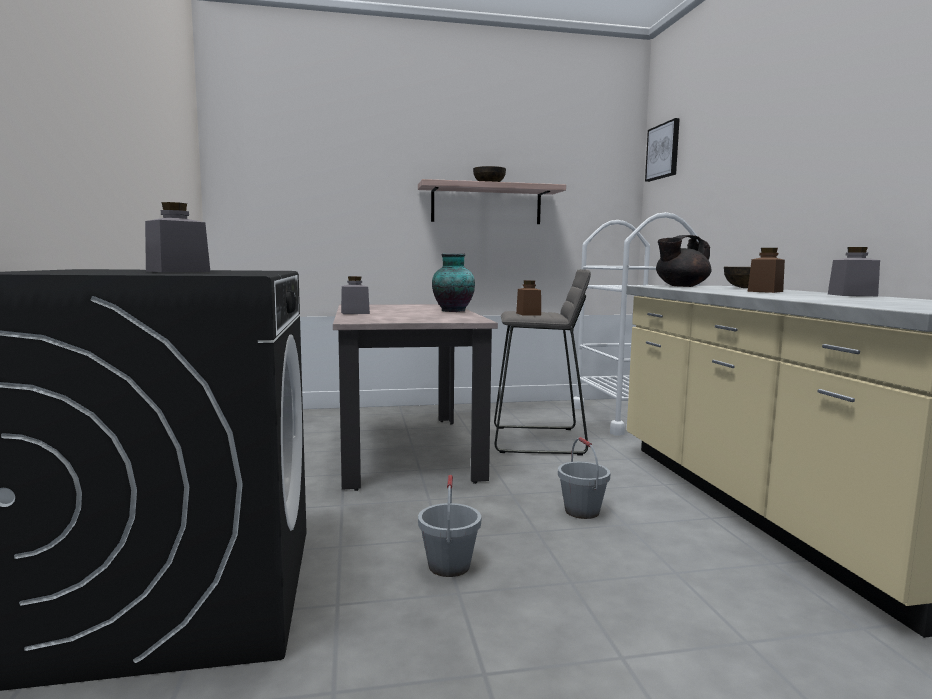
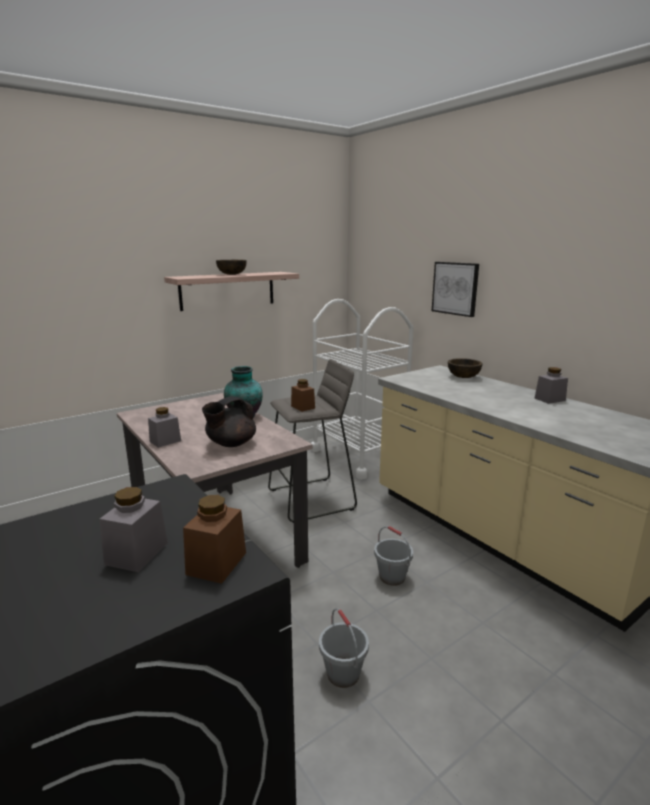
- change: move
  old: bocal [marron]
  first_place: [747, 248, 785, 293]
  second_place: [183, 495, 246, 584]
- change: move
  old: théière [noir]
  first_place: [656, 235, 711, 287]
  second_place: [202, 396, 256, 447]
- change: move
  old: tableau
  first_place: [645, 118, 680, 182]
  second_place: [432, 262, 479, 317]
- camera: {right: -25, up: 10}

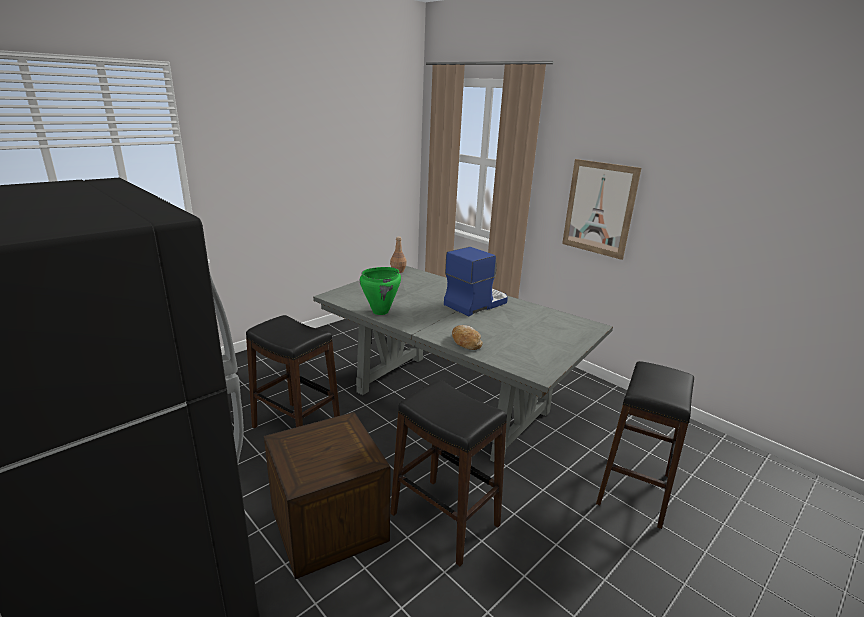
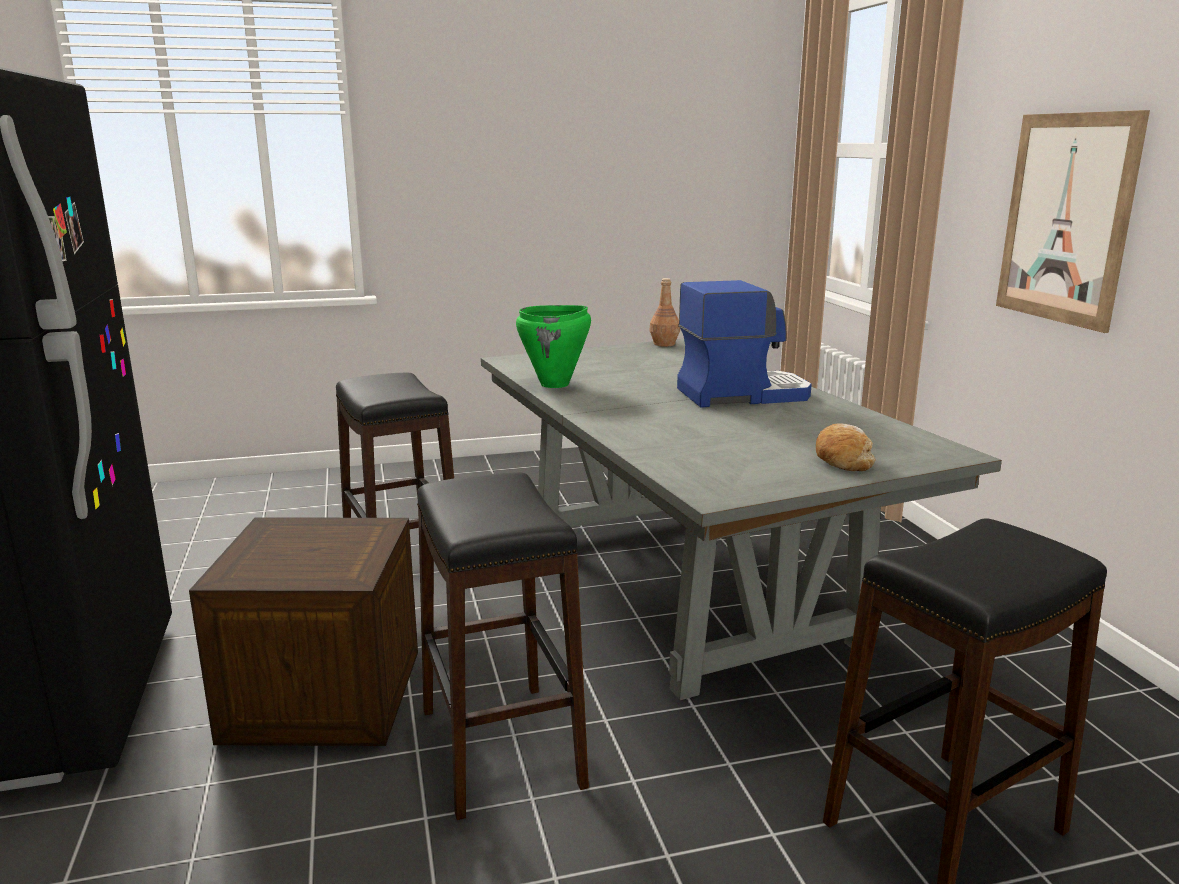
- change: move
  old: pain
  first_place: [452, 325, 483, 350]
  second_place: [816, 424, 876, 471]
- camera: {right: 30, up: -5}

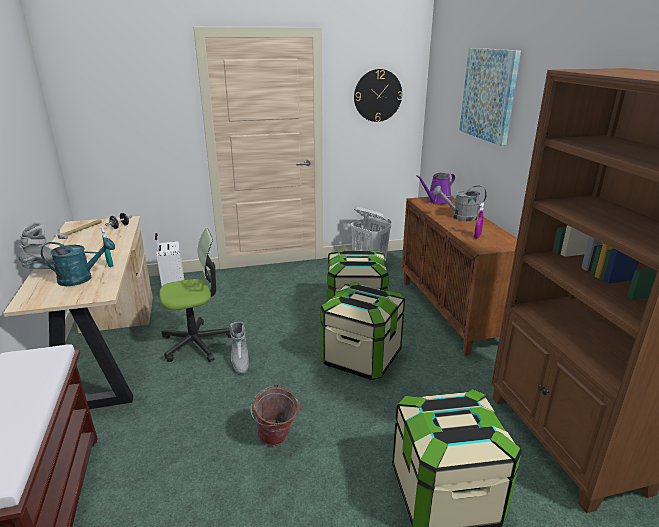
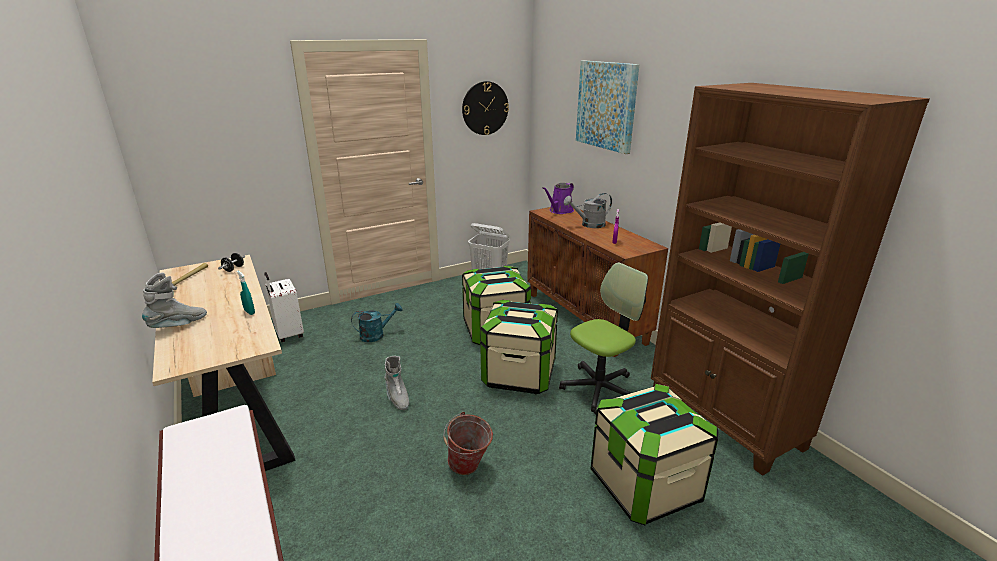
- change: move
  old: arrosoir [turquoise]
  first_place: [41, 238, 115, 286]
  second_place: [351, 303, 402, 342]
- change: move
  old: chaise de bureau
  first_place: [160, 228, 233, 362]
  second_place: [559, 262, 648, 414]
- camera: {right: -15, up: 0}

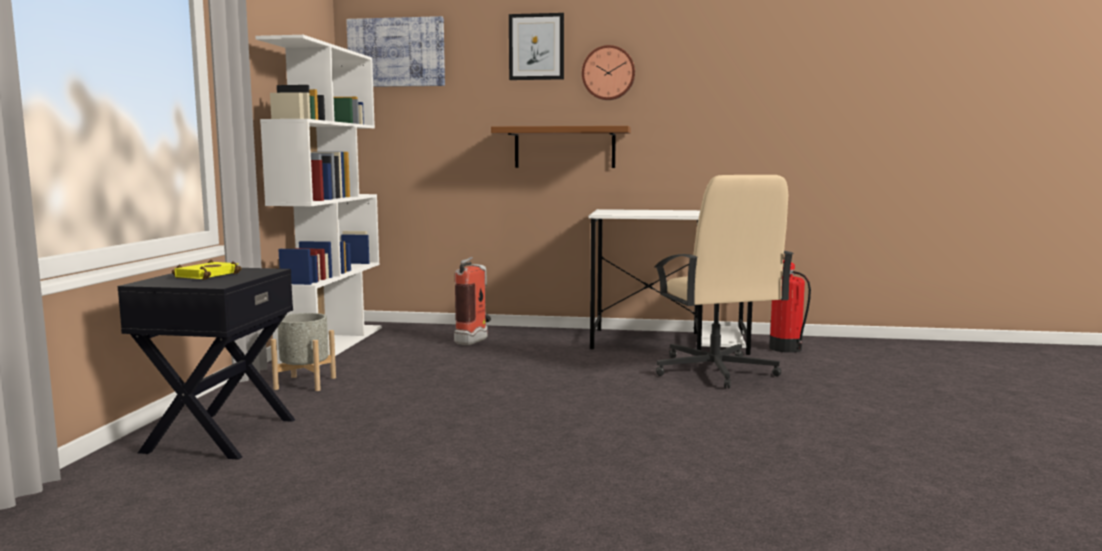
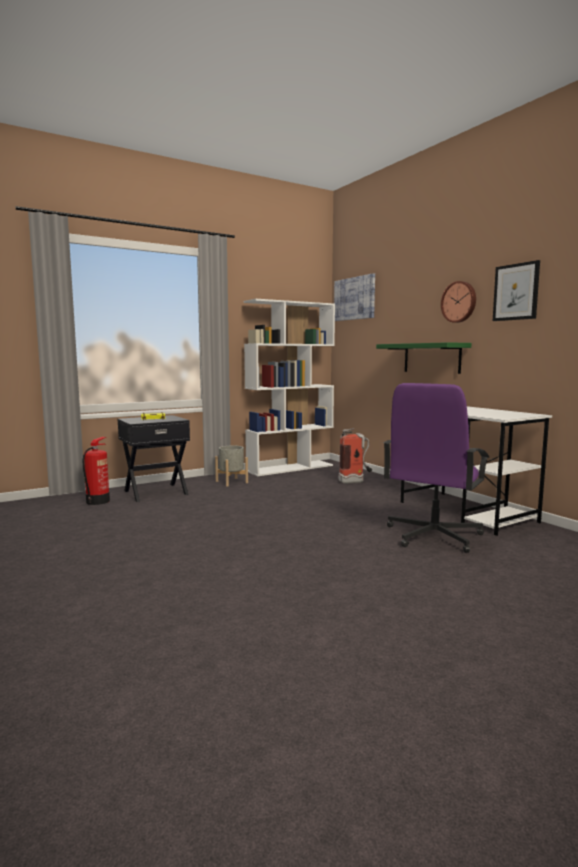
- change: move
  old: extincteur
  first_place: [769, 260, 811, 353]
  second_place: [82, 437, 110, 505]
- change: recolor
  old: étagère [marron]
  new: étagère [vert]
  first_place: [491, 126, 631, 168]
  second_place: [376, 342, 471, 374]
- change: recolor
  old: chaise de bureau [beige]
  new: chaise de bureau [violet]
  first_place: [654, 175, 794, 389]
  second_place: [383, 383, 489, 553]
- change: move
  old: tableau
  first_place: [509, 13, 564, 80]
  second_place: [493, 260, 540, 321]
- camera: {right: 50, up: 0}

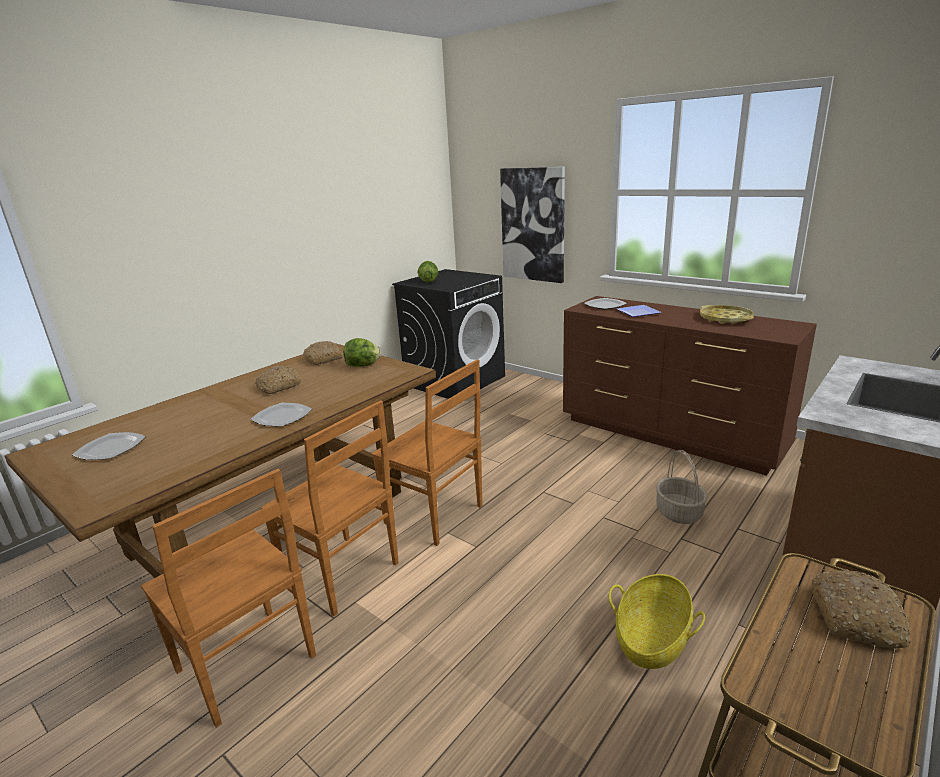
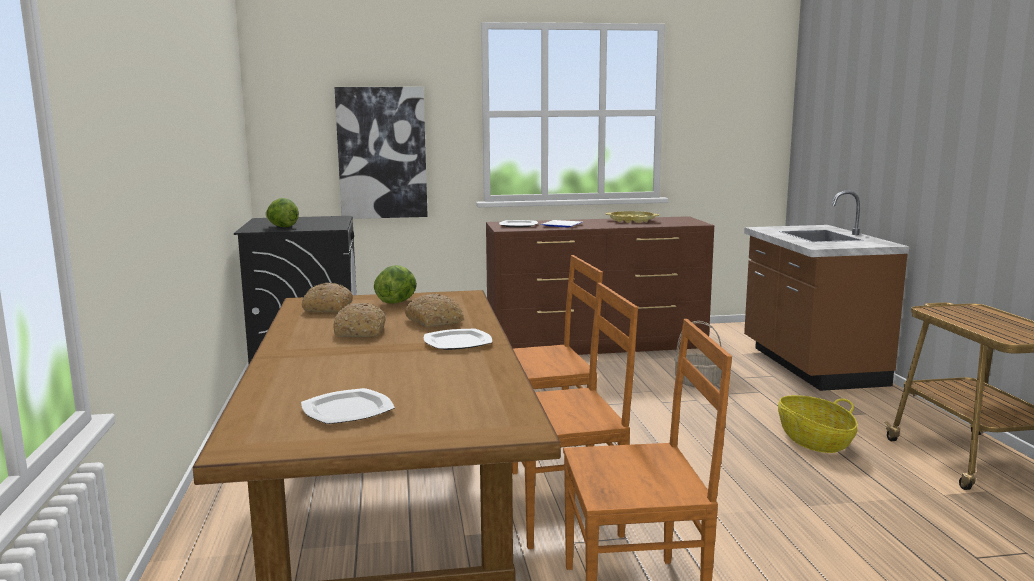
- change: move
  old: pain
  first_place: [811, 570, 911, 648]
  second_place: [405, 293, 464, 327]
- camera: {right: -50, up: -10}

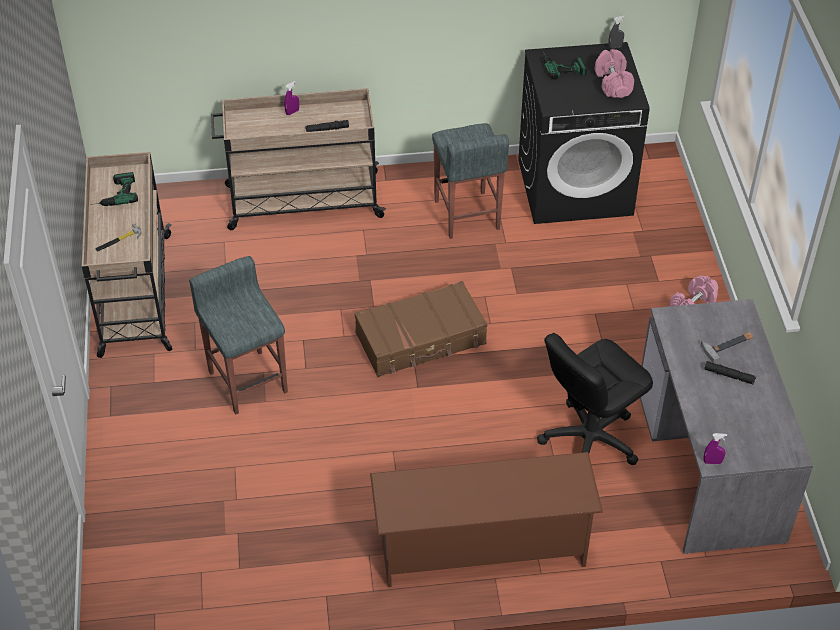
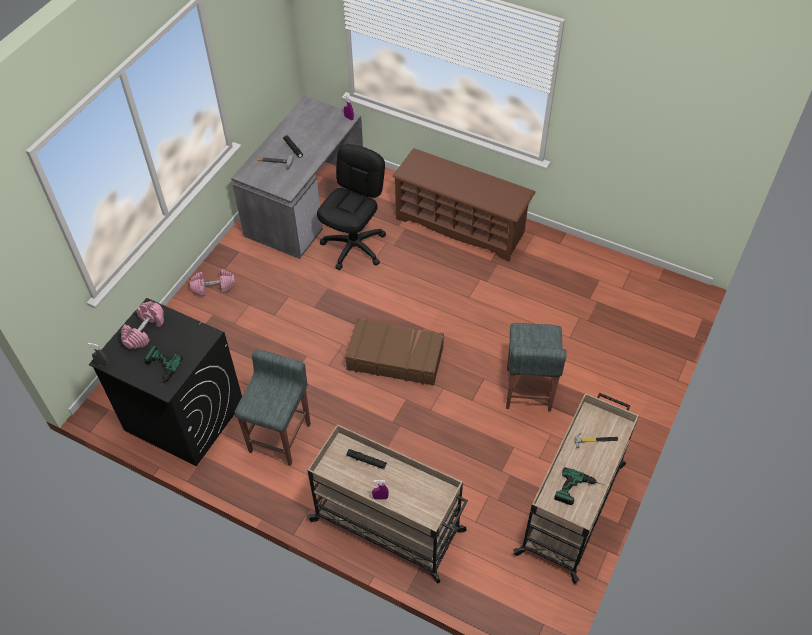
- change: rotate
  old: chaise de bureau [noir]
  first_place: [537, 333, 653, 465]
  second_place: [317, 144, 386, 270]
  degrees: -60
- camera: {right: -145, up: 5}

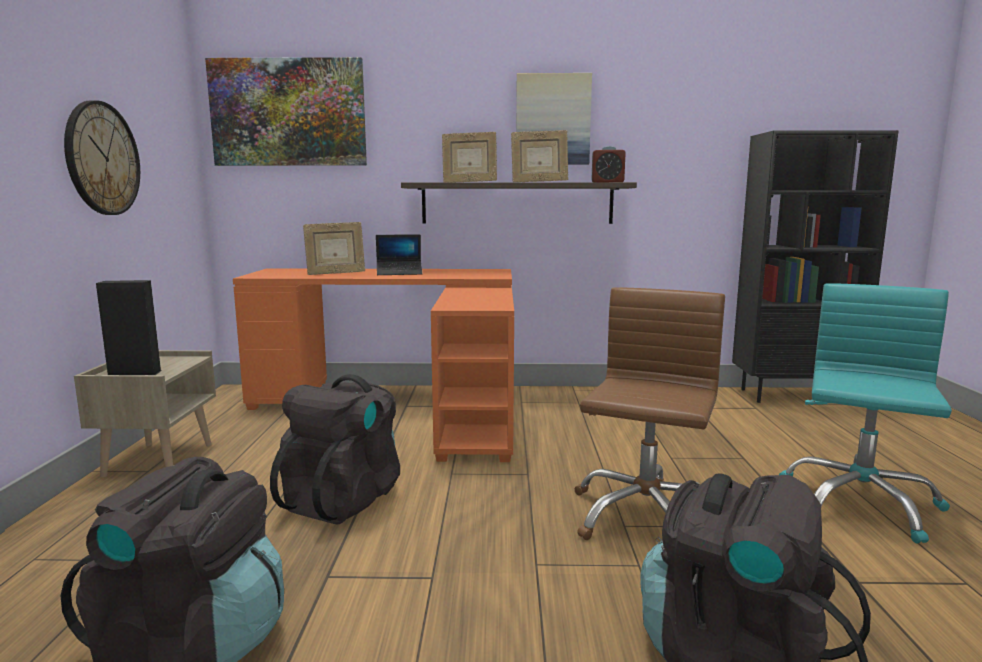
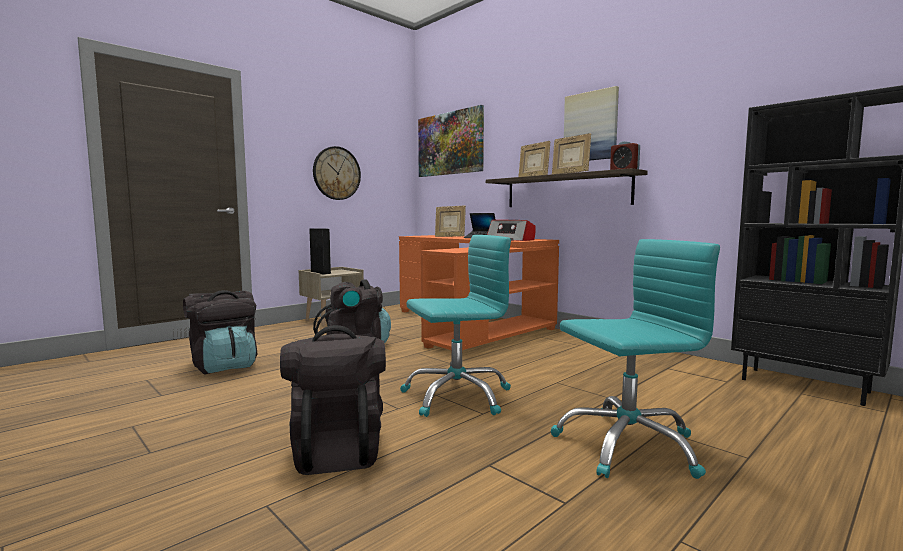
- change: recolor
  old: chaise de bureau [marron]
  new: chaise de bureau [turquoise]
  first_place: [575, 287, 725, 540]
  second_place: [400, 235, 511, 417]
- change: insert
  new: radio
  second_place: [487, 220, 536, 241]
- camera: {right: 45, up: -5}

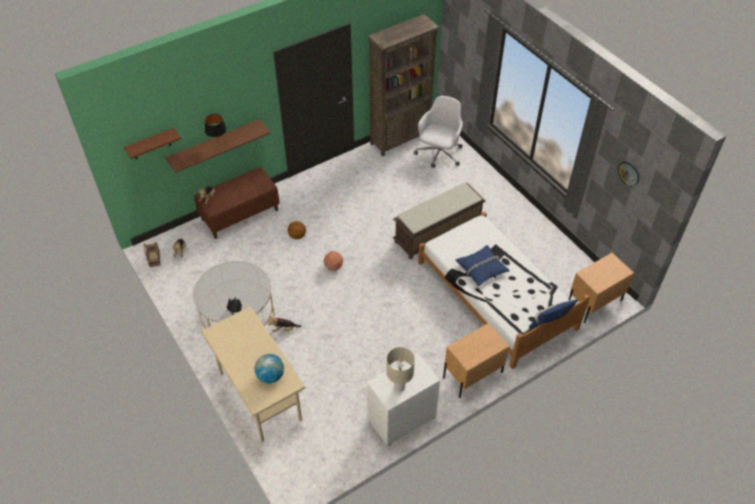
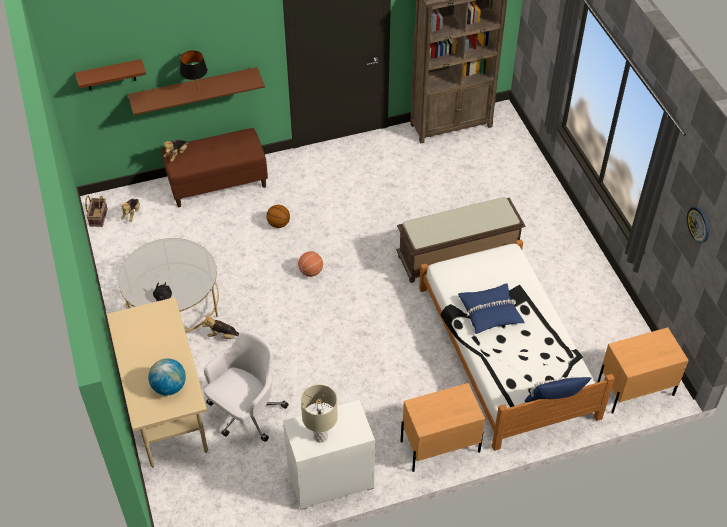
- change: move
  old: chaise de bureau [blanc]
  first_place: [414, 96, 463, 168]
  second_place: [204, 331, 289, 442]
- camera: {right: 15, up: 0}

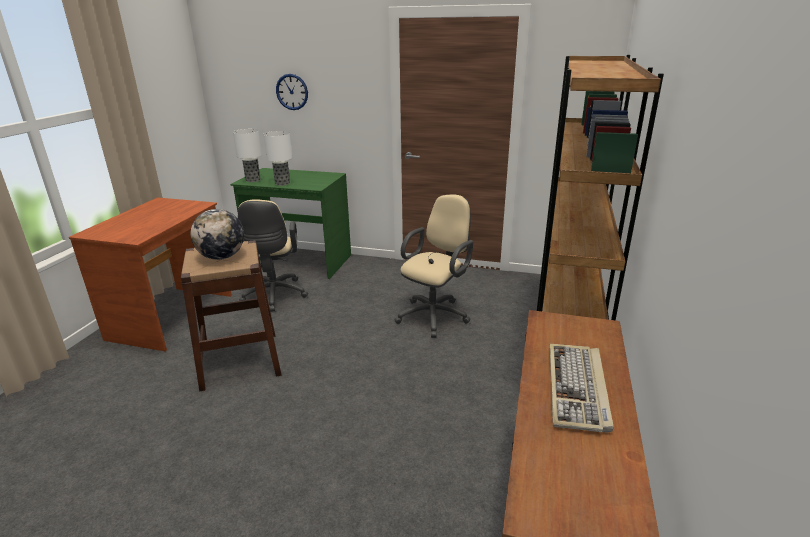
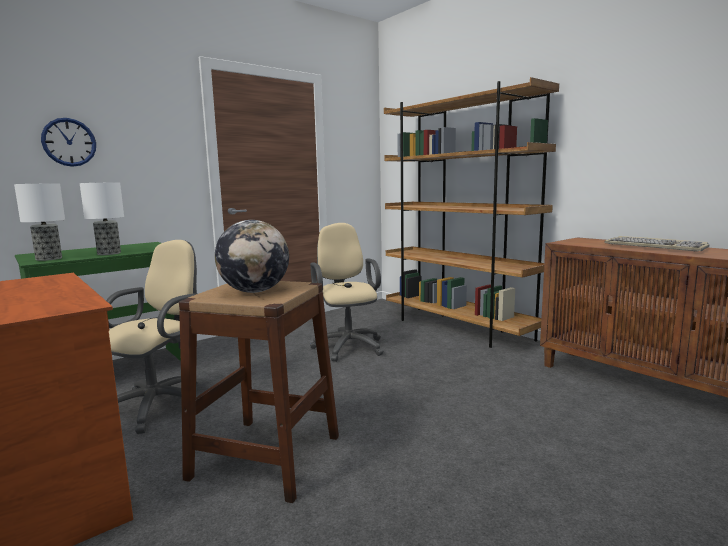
- change: rotate
  old: chaise de bureau [beige]
  first_place: [238, 199, 308, 312]
  second_place: [106, 240, 199, 434]
  degrees: -90
- camera: {right: -55, up: -15}

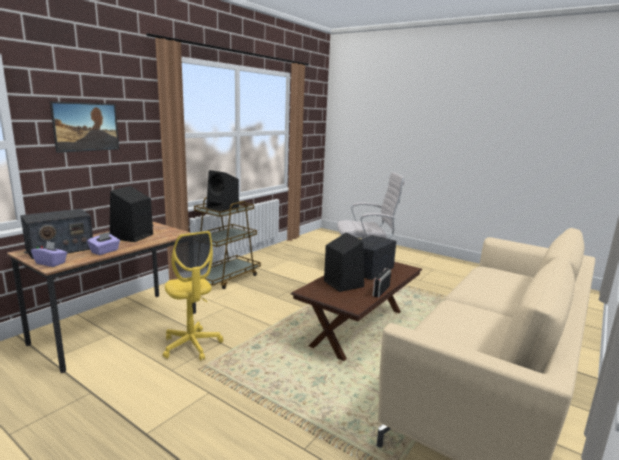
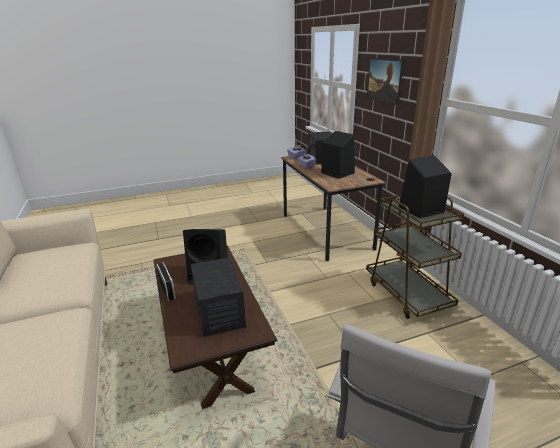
- change: delete
  old: chaise de bureau [jaune]
  first_place: [163, 231, 223, 361]
- camera: {right: 125, up: 10}

